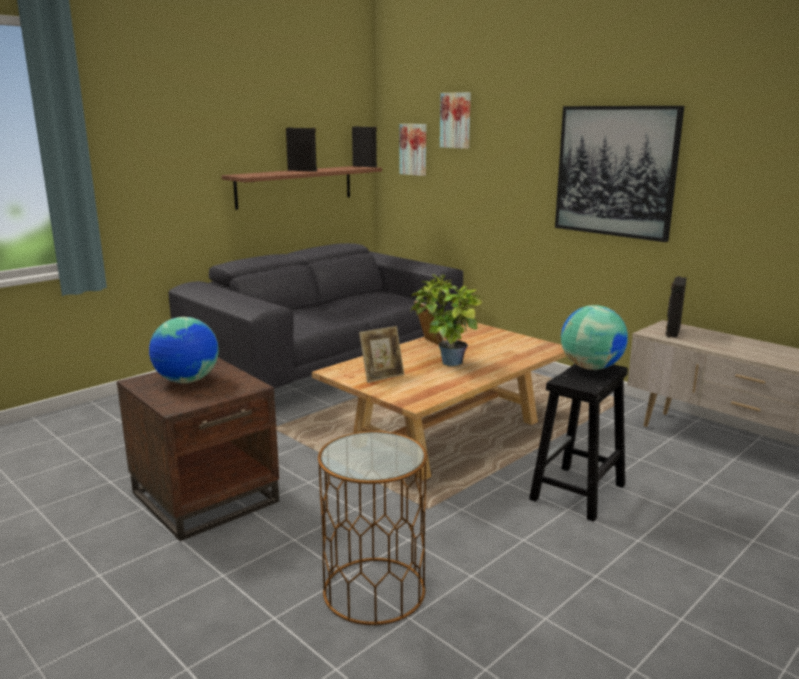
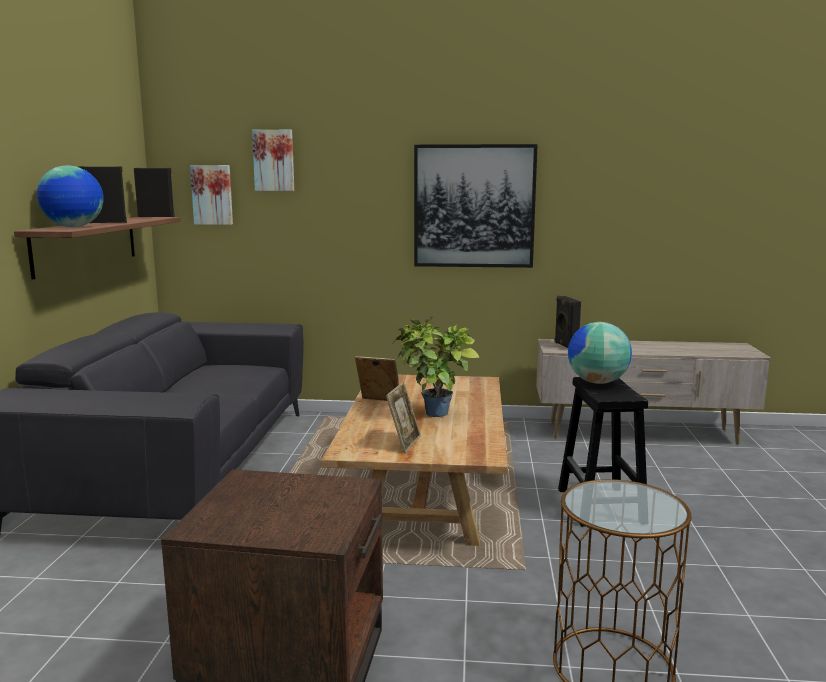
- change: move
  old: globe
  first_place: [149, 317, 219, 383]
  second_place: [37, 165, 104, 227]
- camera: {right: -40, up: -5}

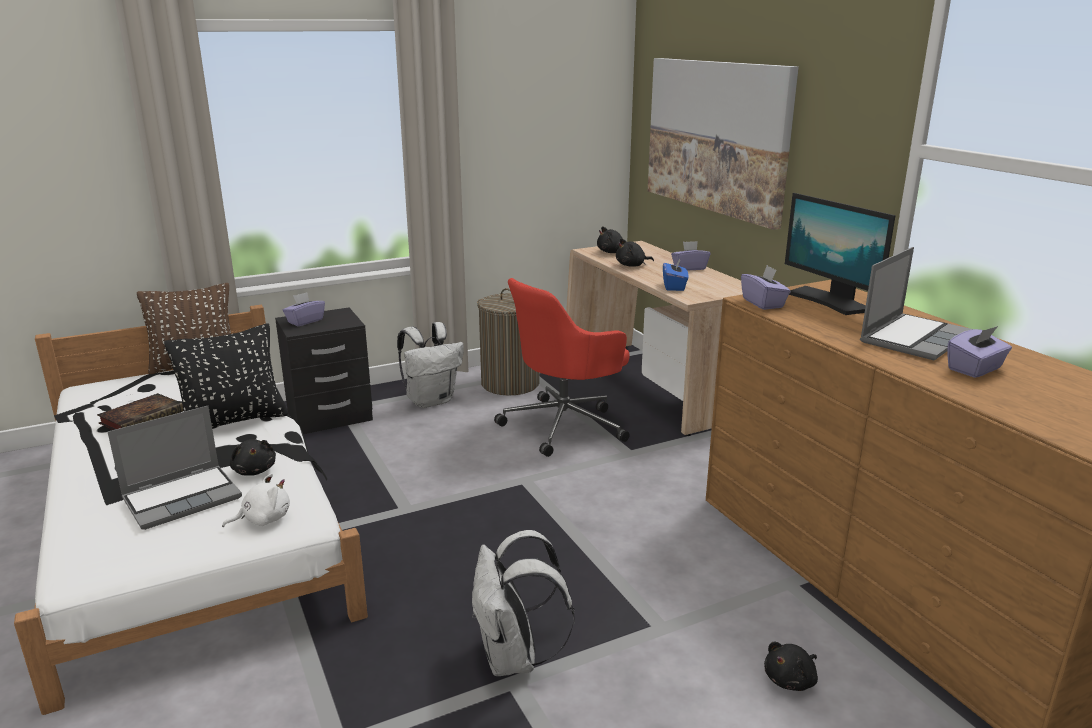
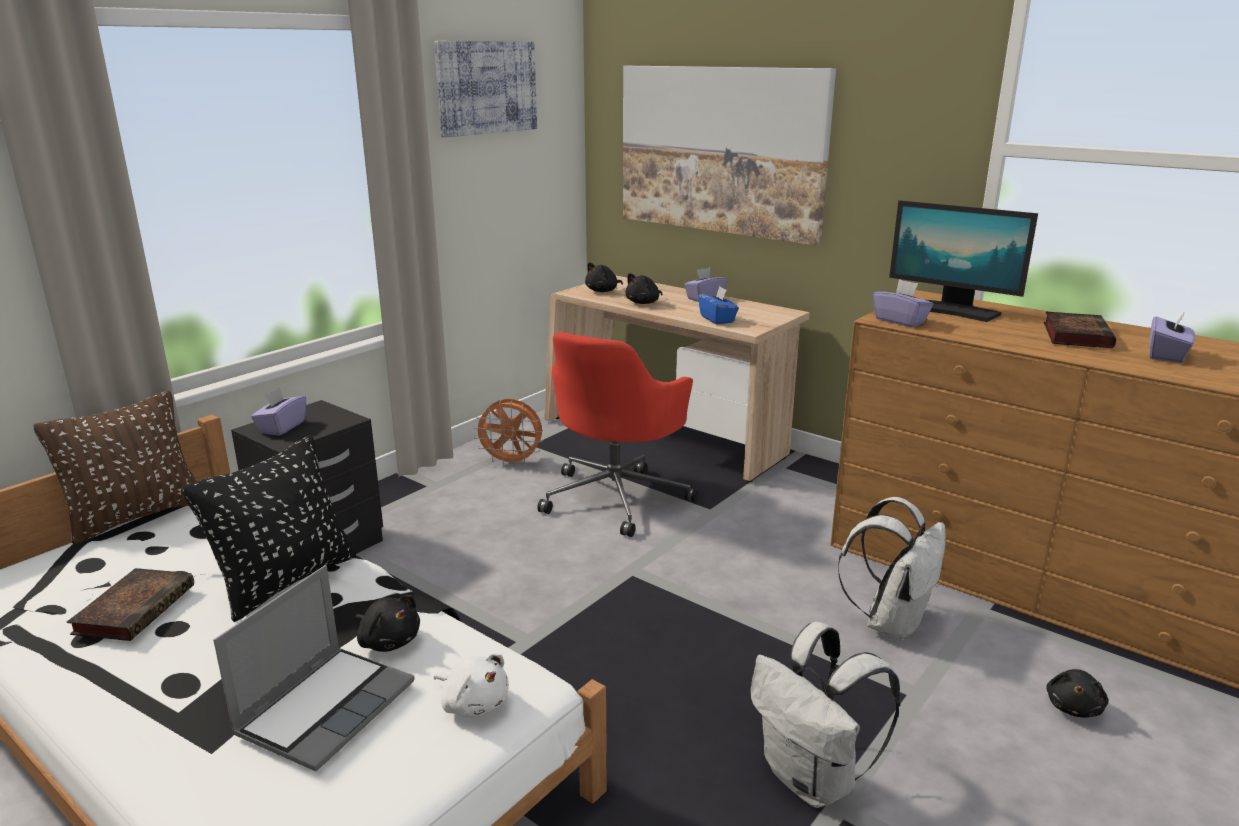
- change: rotate
  old: peluche [blanc]
  first_place: [222, 473, 290, 527]
  second_place: [433, 653, 509, 718]
  degrees: 90
- change: insert
  new: tableau
  second_place: [434, 41, 537, 137]
- change: replace
  old: panier à linge
  new: ventilateur [orange]
  first_place: [477, 288, 540, 395]
  second_place: [473, 399, 543, 467]
- change: move
  old: sac à dos [blanc]
  first_place: [397, 322, 464, 408]
  second_place: [838, 497, 946, 641]
- change: replace
  old: ordinateur portable
  new: livre
  first_place: [860, 247, 973, 361]
  second_place: [1044, 312, 1116, 348]
- camera: {right: -25, up: 0}

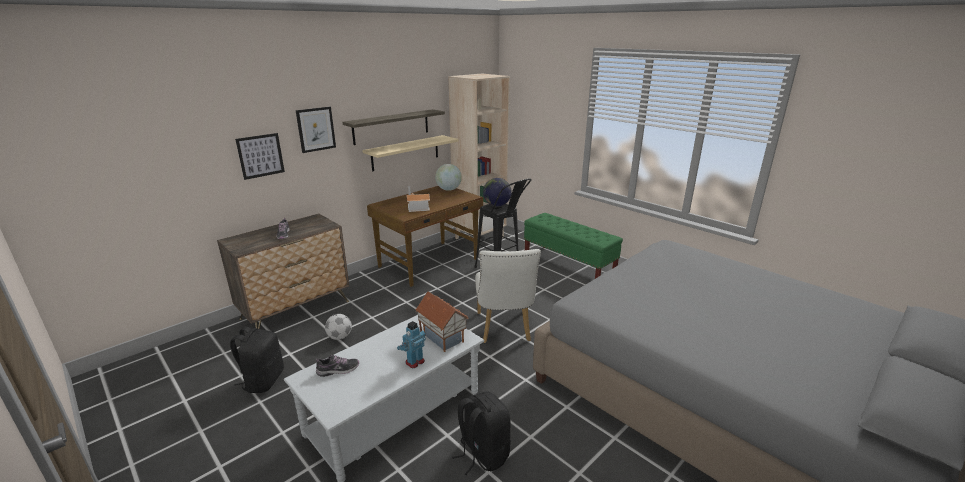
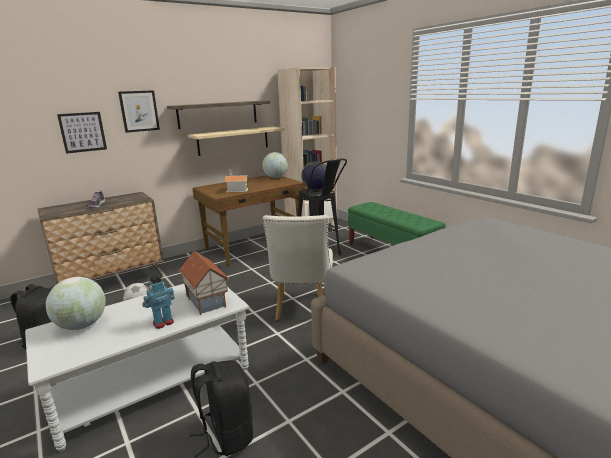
- change: replace
  old: chaussure
  new: globe
  first_place: [316, 355, 359, 377]
  second_place: [46, 277, 106, 330]
- camera: {right: 10, up: -5}

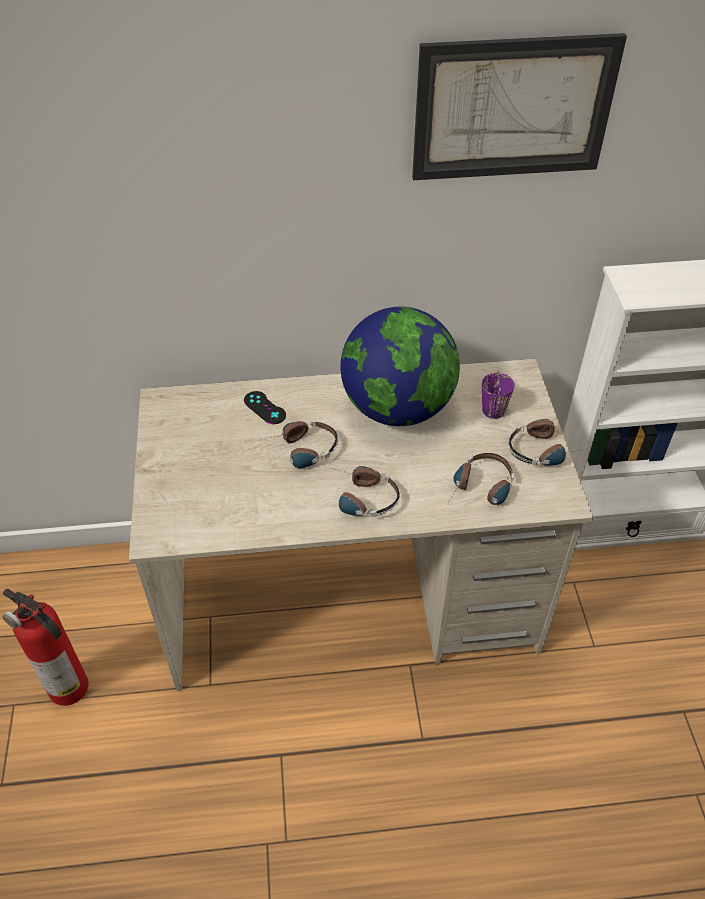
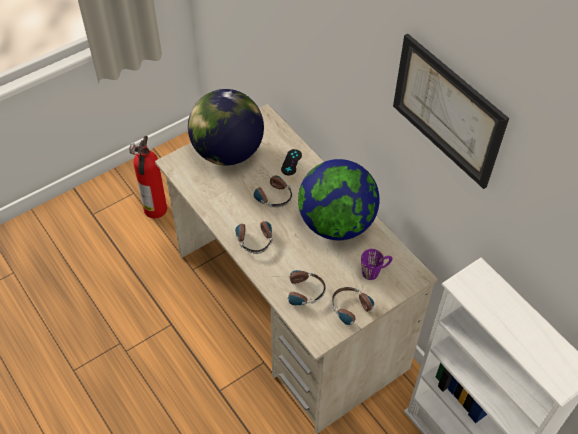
- change: insert
  new: globe
  second_place: [188, 89, 264, 165]
- camera: {right: 60, up: 5}

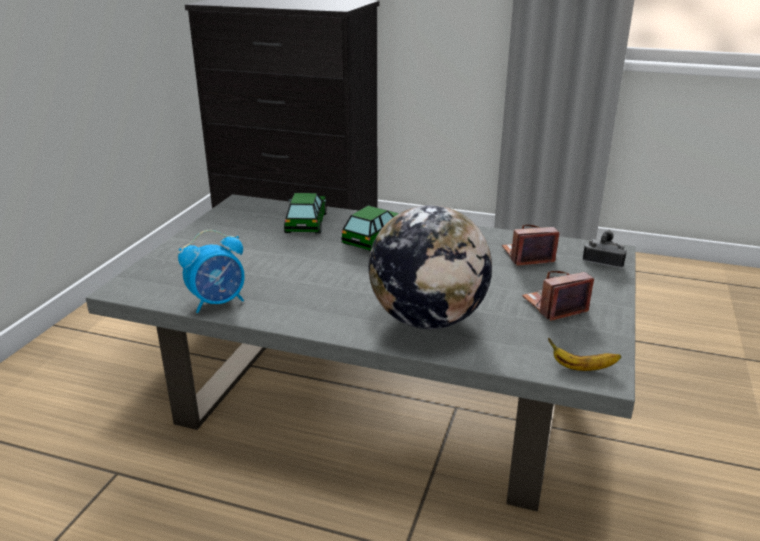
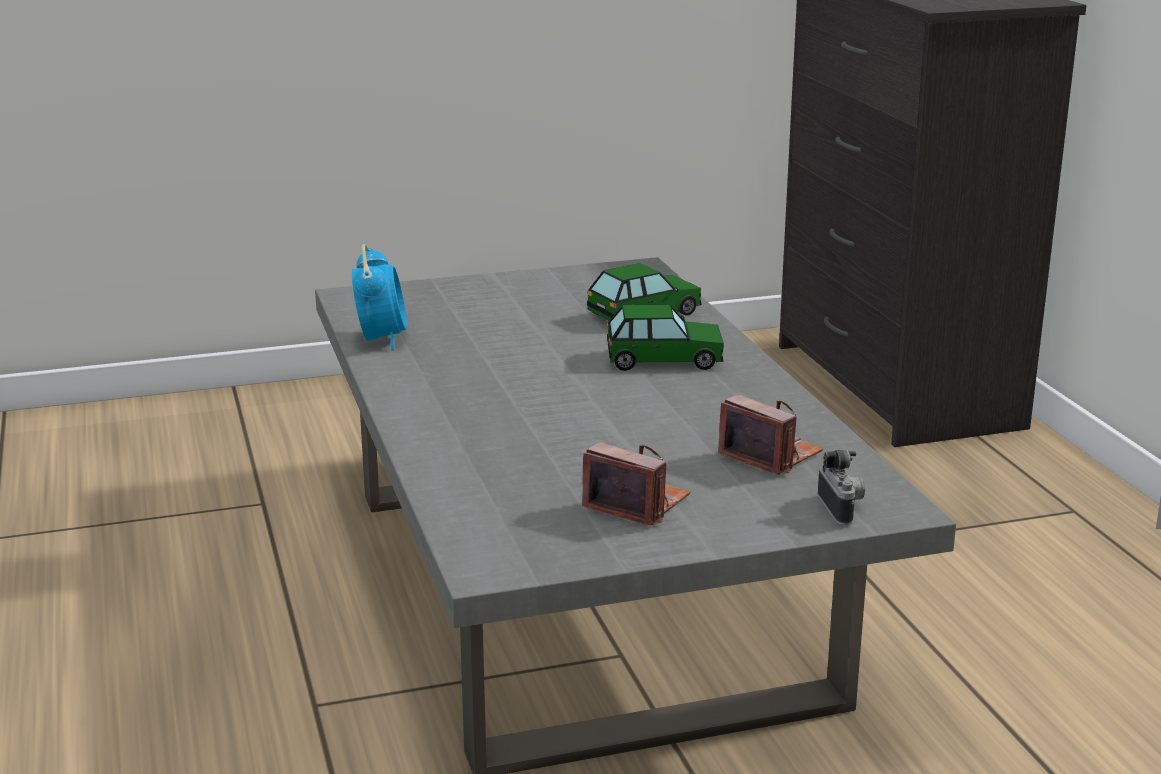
- change: rotate
  old: réveil
  first_place: [178, 230, 245, 313]
  second_place: [352, 244, 407, 351]
  degrees: -120
- change: delete
  old: globe
  first_place: [369, 205, 492, 329]
- change: delete
  old: banane
  first_place: [548, 338, 621, 371]
- camera: {right: 55, up: -5}

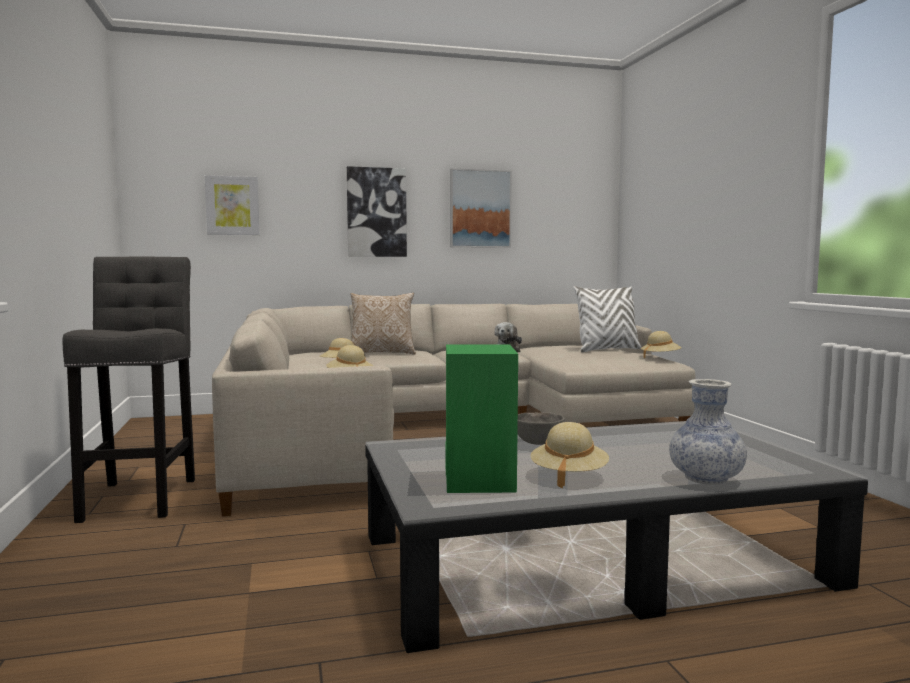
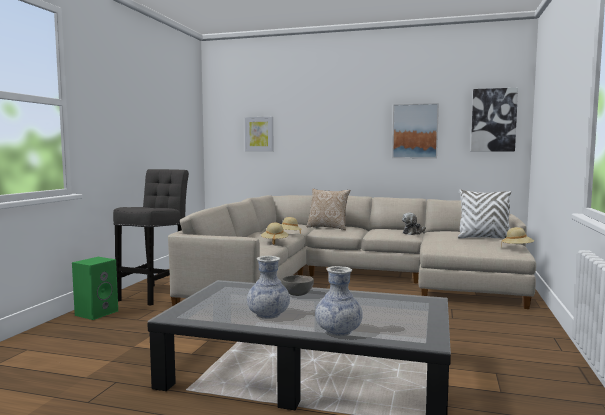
- change: move
  old: enceinte [vert]
  first_place: [445, 344, 518, 493]
  second_place: [72, 257, 118, 320]
- change: replace
  old: chapeau [beige]
  new: vase
  first_place: [531, 422, 609, 488]
  second_place: [247, 256, 290, 319]
- change: move
  old: tableau
  first_place: [347, 166, 407, 257]
  second_place: [471, 88, 518, 151]
- camera: {right: 30, up: 0}

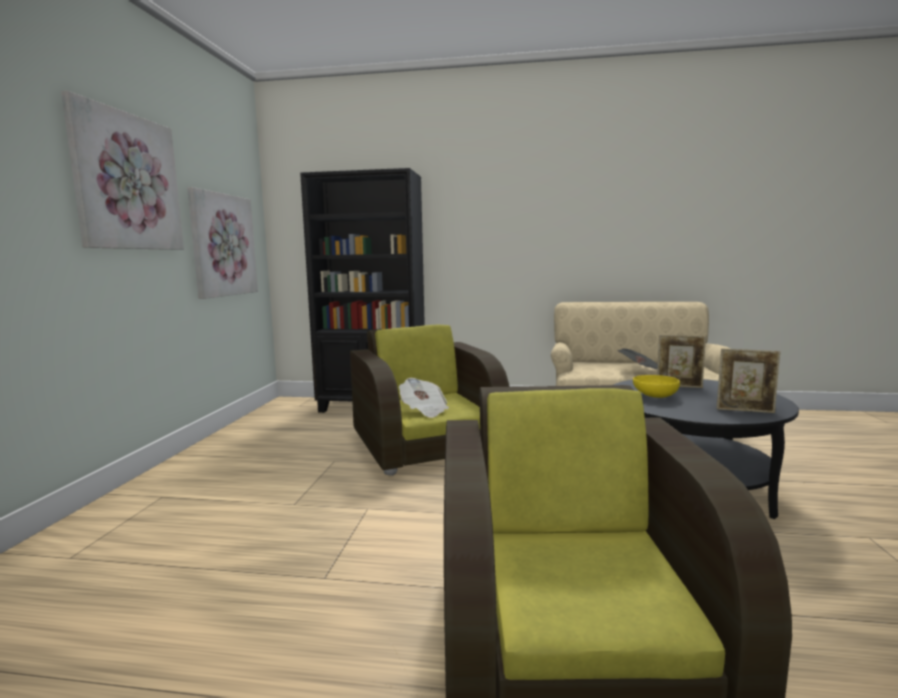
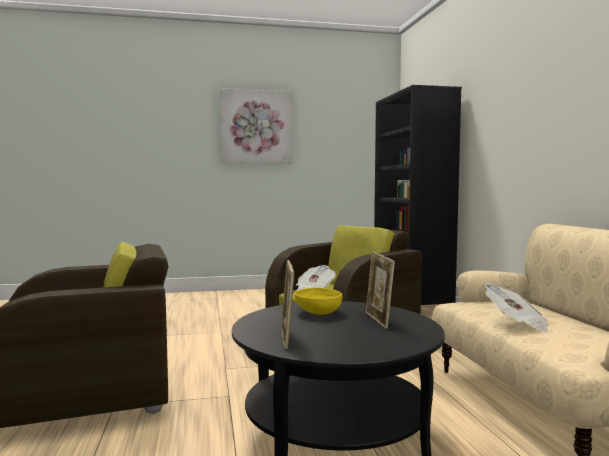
- change: delete
  old: tableau
  first_place: [187, 187, 258, 299]
- camera: {right: 70, up: -5}

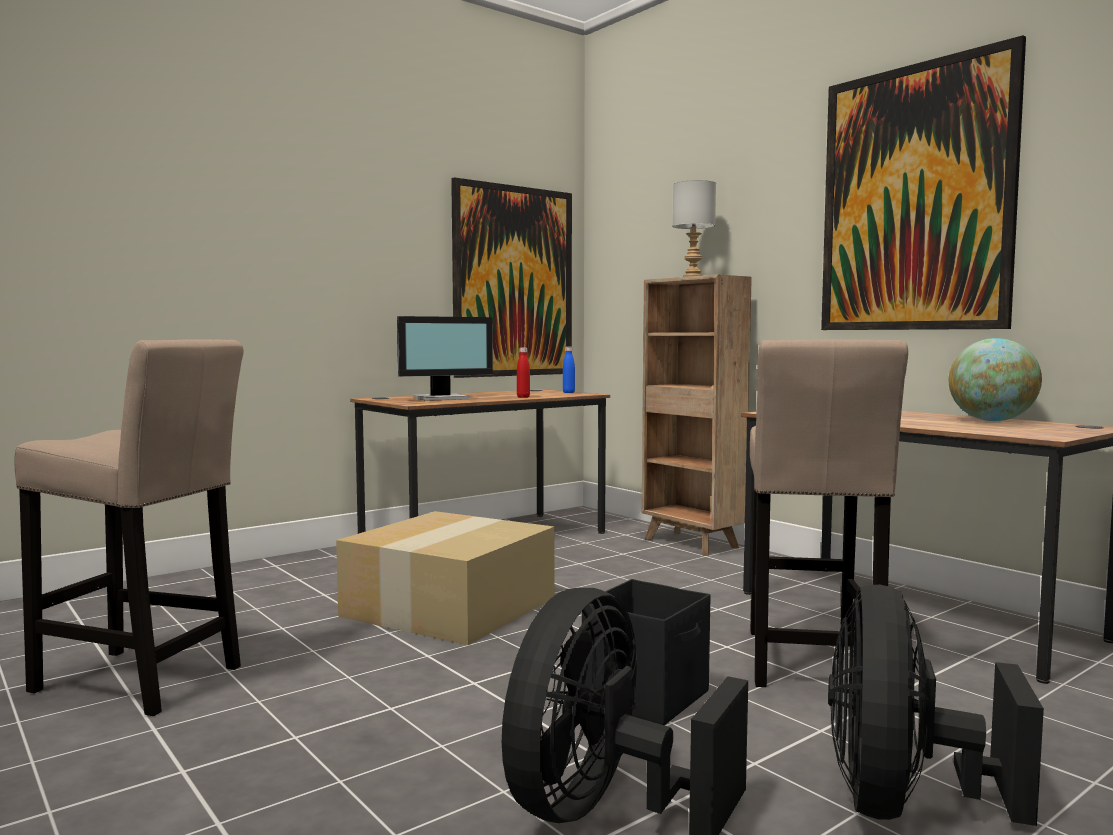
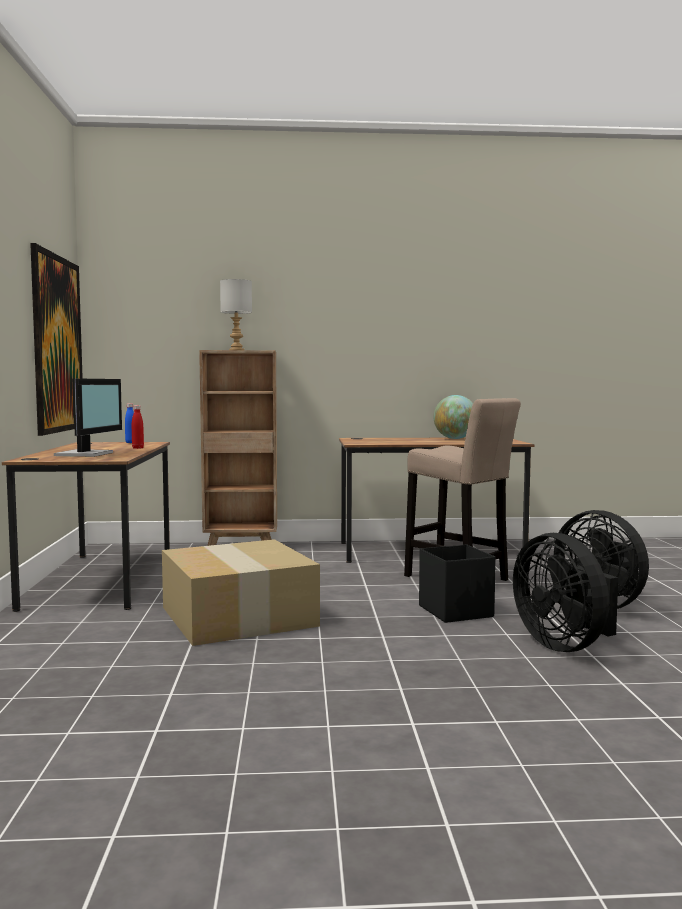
- change: delete
  old: tabouret [beige]
  first_place: [14, 339, 244, 716]
- change: delete
  old: tableau
  first_place: [821, 35, 1026, 330]
- camera: {right: -55, up: 0}

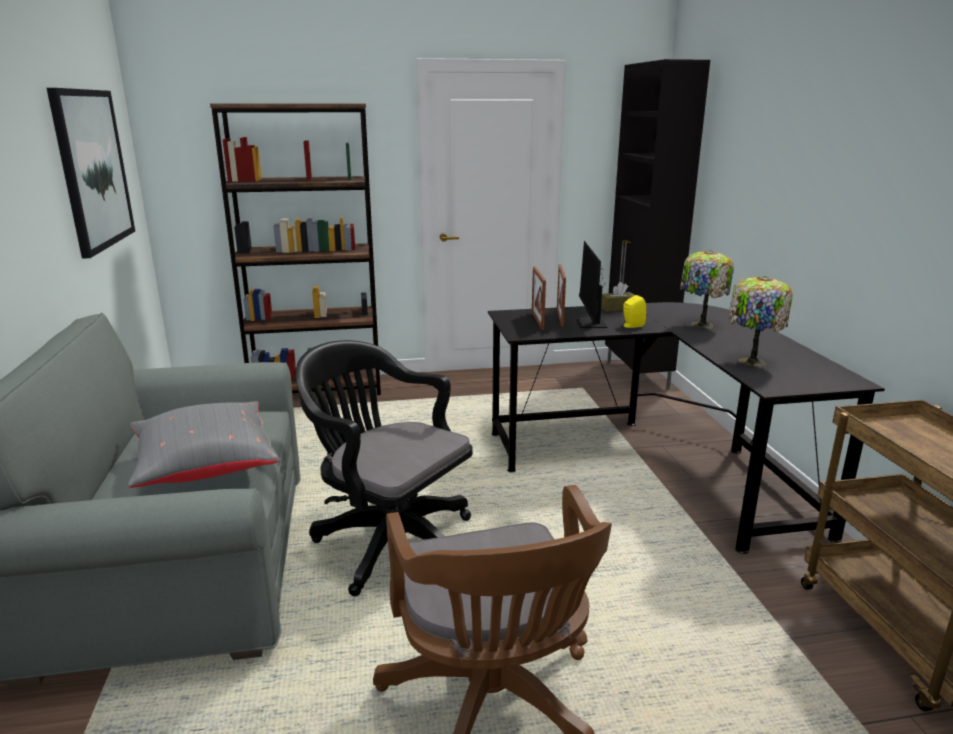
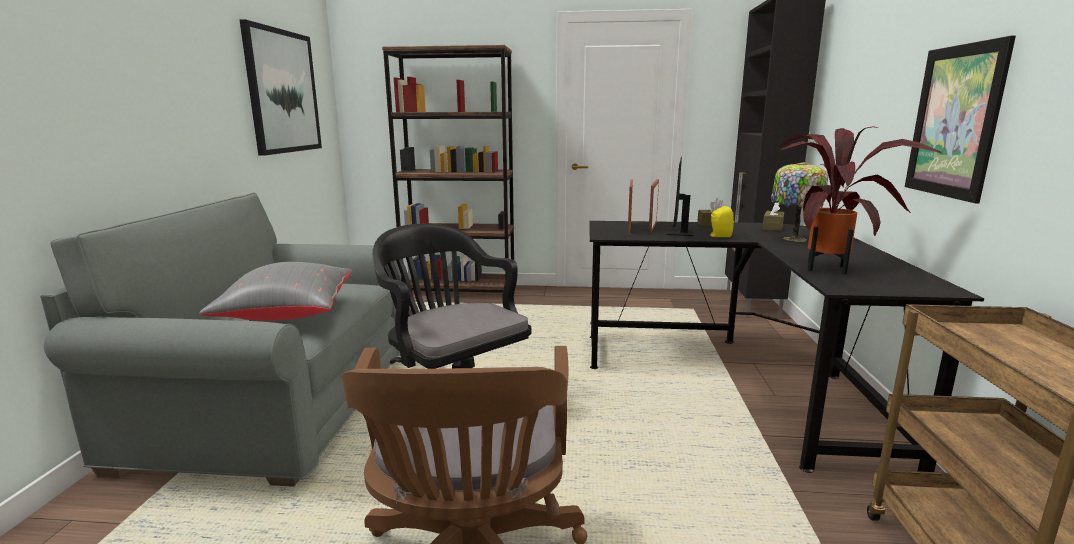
- change: insert
  new: boîte à mouchoirs [marron]
  second_place: [762, 203, 784, 231]
- change: replace
  old: lampe de table
  new: plante en pot
  first_place: [728, 276, 792, 366]
  second_place: [778, 126, 943, 275]
- change: insert
  new: tableau
  second_place: [905, 36, 1016, 203]
- camera: {right: 15, up: -5}

